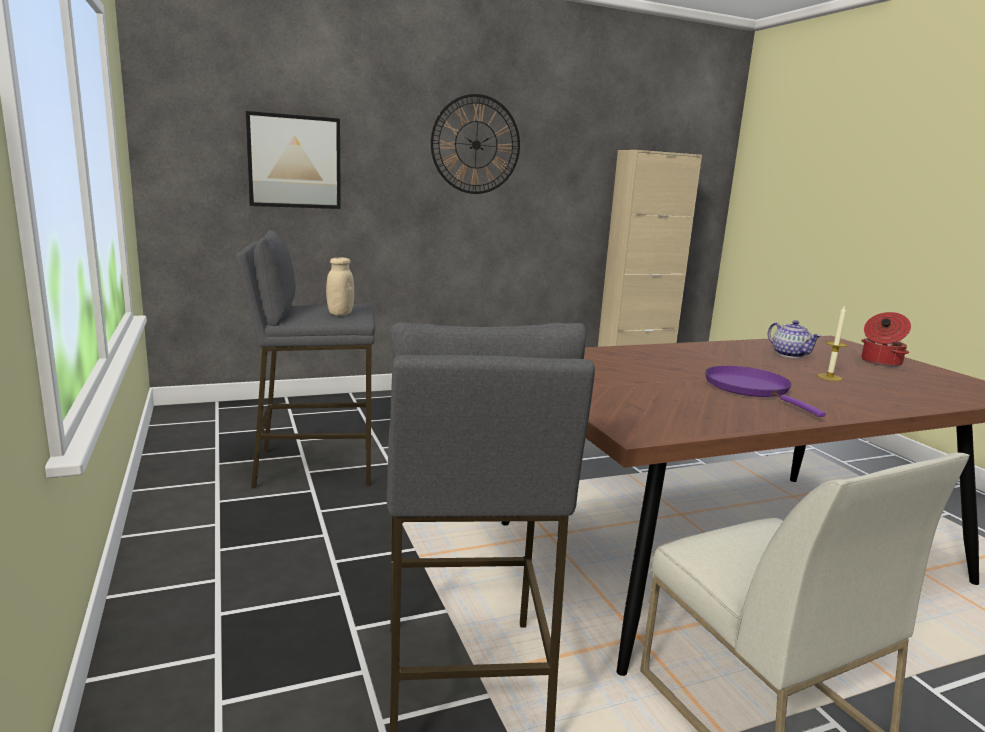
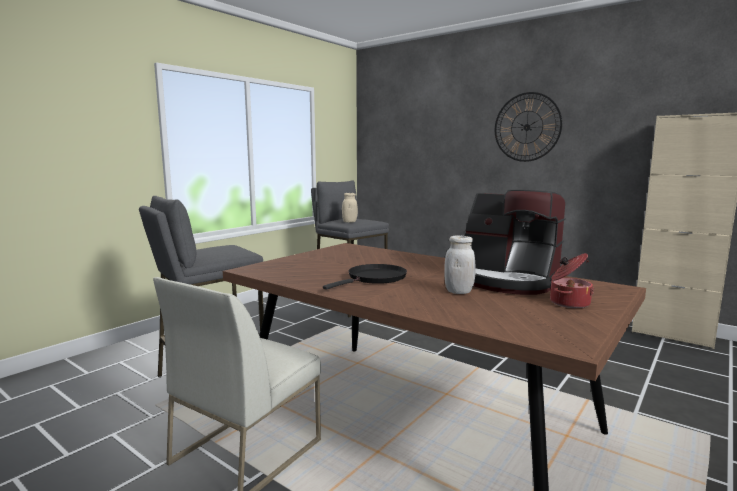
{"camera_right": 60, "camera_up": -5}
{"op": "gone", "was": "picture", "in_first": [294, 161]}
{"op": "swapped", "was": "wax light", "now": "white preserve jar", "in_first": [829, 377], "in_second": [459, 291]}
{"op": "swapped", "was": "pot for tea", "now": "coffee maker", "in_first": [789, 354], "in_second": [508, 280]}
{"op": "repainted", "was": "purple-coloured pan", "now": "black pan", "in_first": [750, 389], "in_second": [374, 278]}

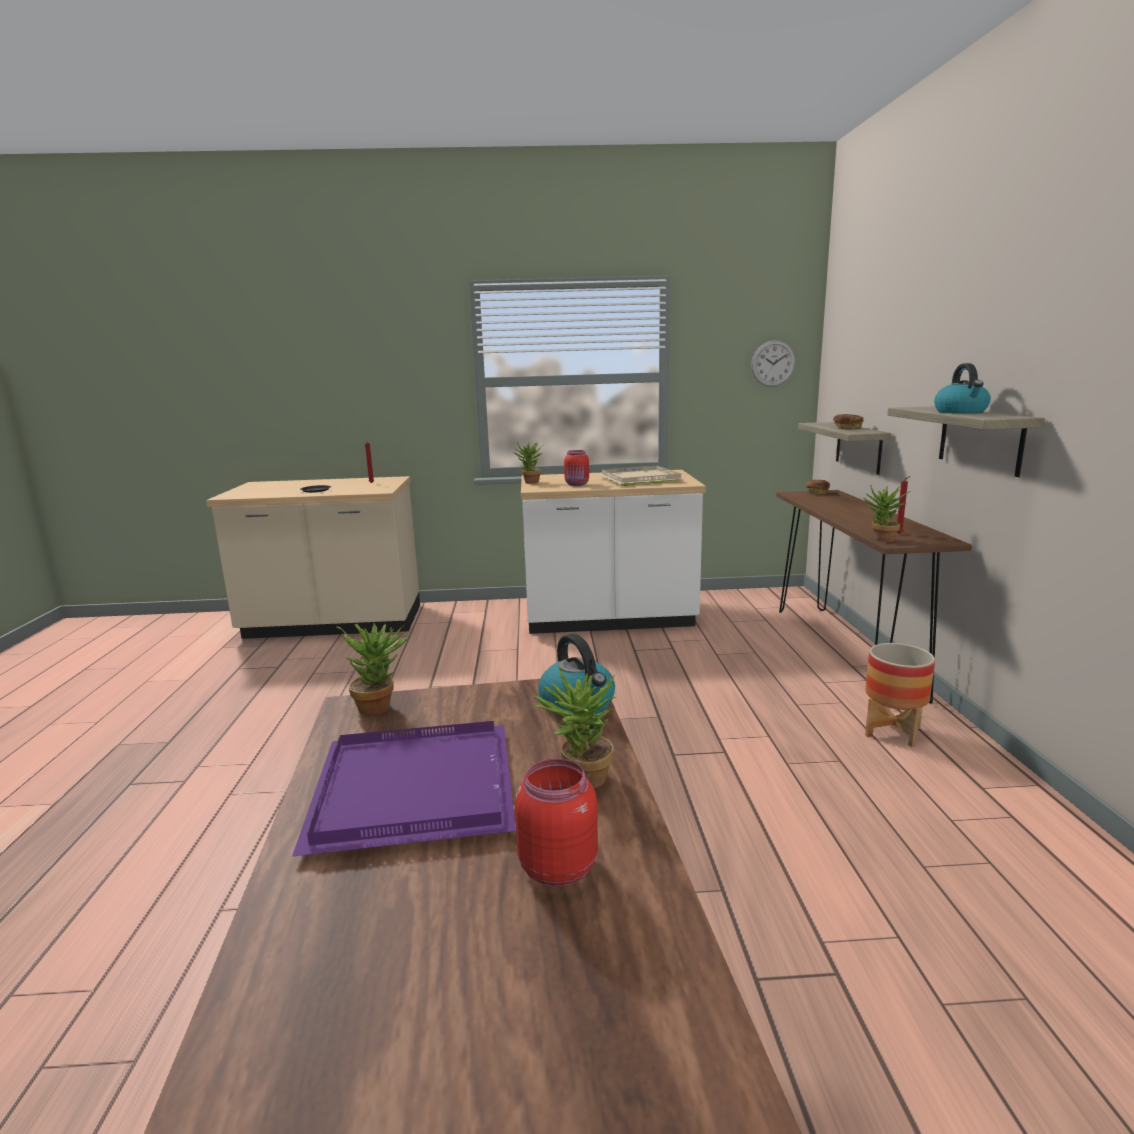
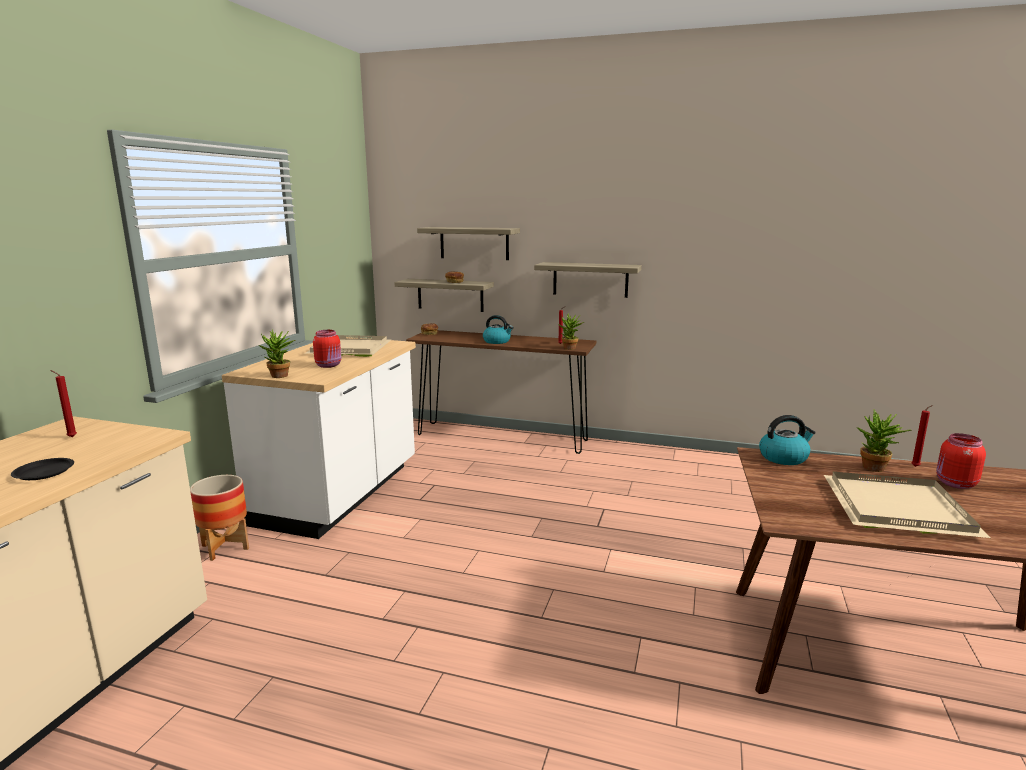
{"camera_right": -70, "camera_up": 0}
{"op": "gone", "was": "clock on the wall", "in_first": [773, 363]}
{"op": "shifted", "was": "tea kettle", "in_first": [961, 412], "in_second": [497, 341]}
{"op": "gone", "was": "plant in a pot", "in_first": [380, 706]}
{"op": "shifted", "was": "plant pot", "in_first": [893, 732], "in_second": [225, 547]}
{"op": "repainted", "was": "purple-coloured tray", "now": "beige tray", "in_first": [418, 791], "in_second": [899, 507]}
{"op": "new", "now": "shelf", "in_second": [474, 243]}
{"op": "new", "now": "reddish wax light", "in_second": [916, 466]}

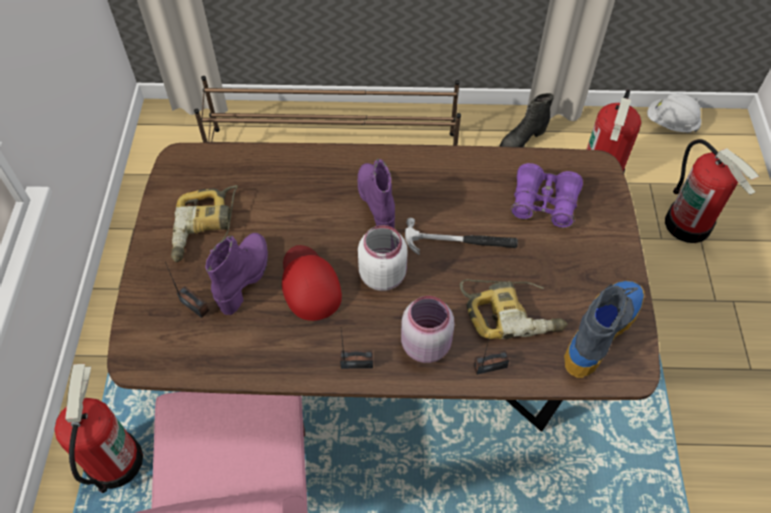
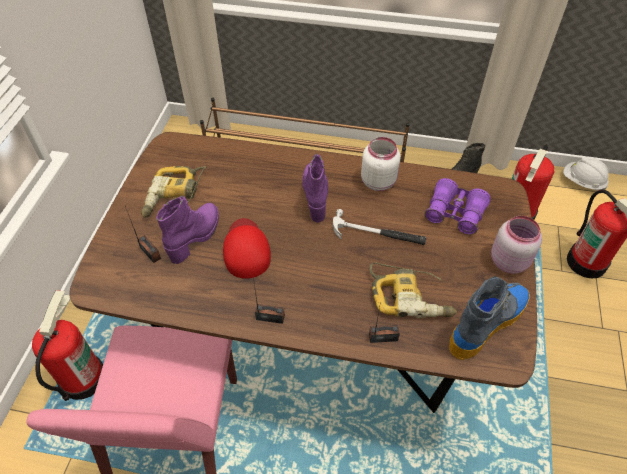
{"camera_right": 10, "camera_up": -5}
{"op": "shifted", "was": "white preserve jar", "in_first": [383, 274], "in_second": [378, 181]}
{"op": "shifted", "was": "pinkish preserve jar", "in_first": [425, 343], "in_second": [508, 260]}

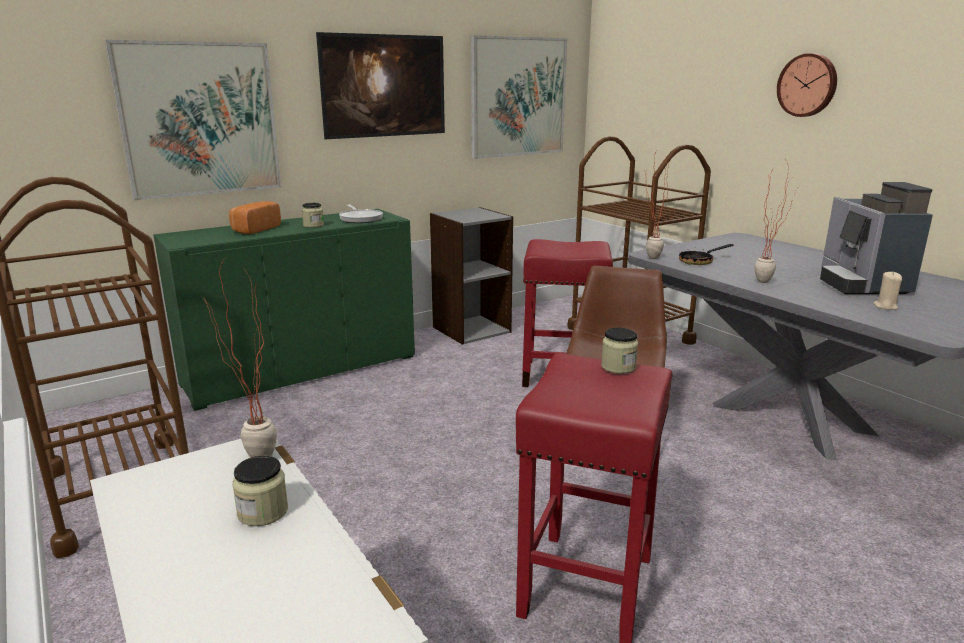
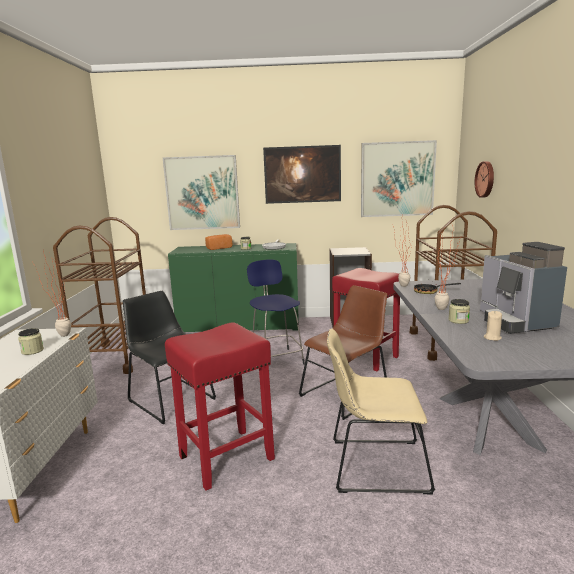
{"camera_right": 35, "camera_up": -5}
{"op": "shifted", "was": "clock on the wall", "in_first": [808, 85], "in_second": [486, 179]}
{"op": "rotated", "was": "coffee maker", "in_first": [860, 284], "in_second": [515, 322], "clockwise": -45}
{"op": "shifted", "was": "preserve jar", "in_first": [618, 367], "in_second": [458, 320]}
{"op": "new", "now": "bluish sitting stool", "in_second": [276, 359]}
{"op": "new", "now": "black upright chair", "in_second": [169, 398]}
{"op": "new", "now": "beige upright chair", "in_second": [373, 465]}

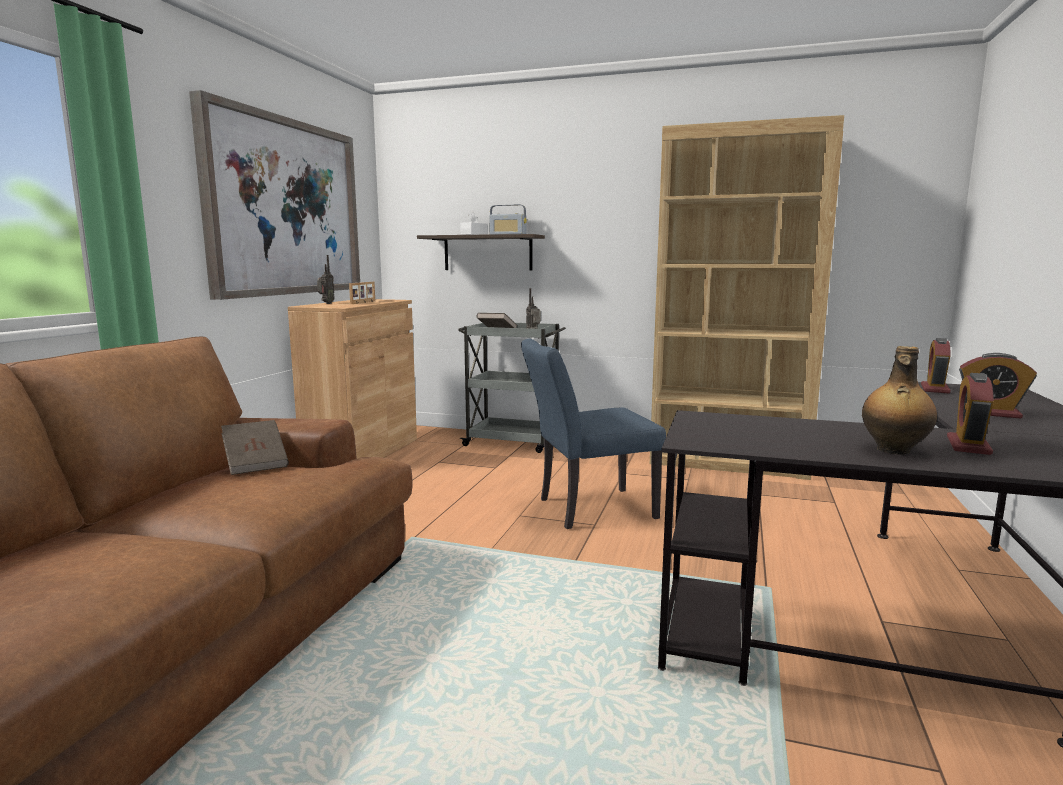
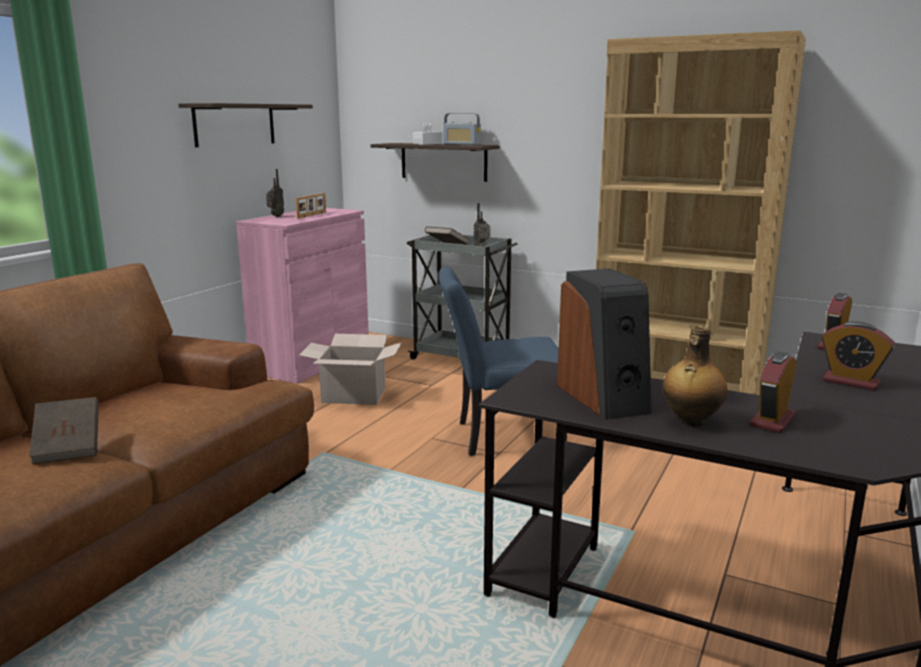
{"camera_right": 10, "camera_up": 5}
{"op": "swapped", "was": "picture", "now": "shelf", "in_first": [285, 208], "in_second": [235, 124]}
{"op": "repainted", "was": "brown-coloured cabinet", "now": "pinkish cabinet", "in_first": [362, 452], "in_second": [312, 360]}
{"op": "shifted", "was": "brown-coloured bound book", "in_first": [256, 463], "in_second": [69, 447]}
{"op": "new", "now": "speaker", "in_second": [603, 398]}
{"op": "new", "now": "carton", "in_second": [354, 395]}

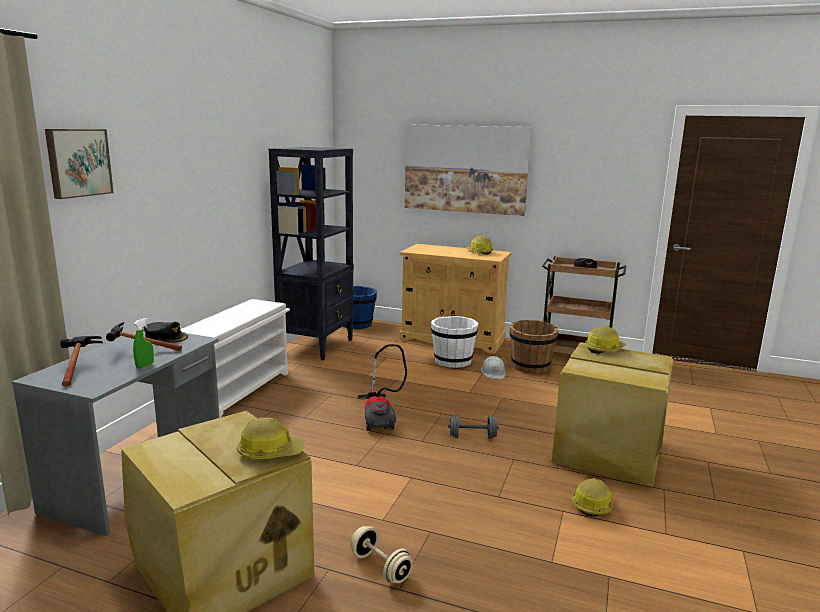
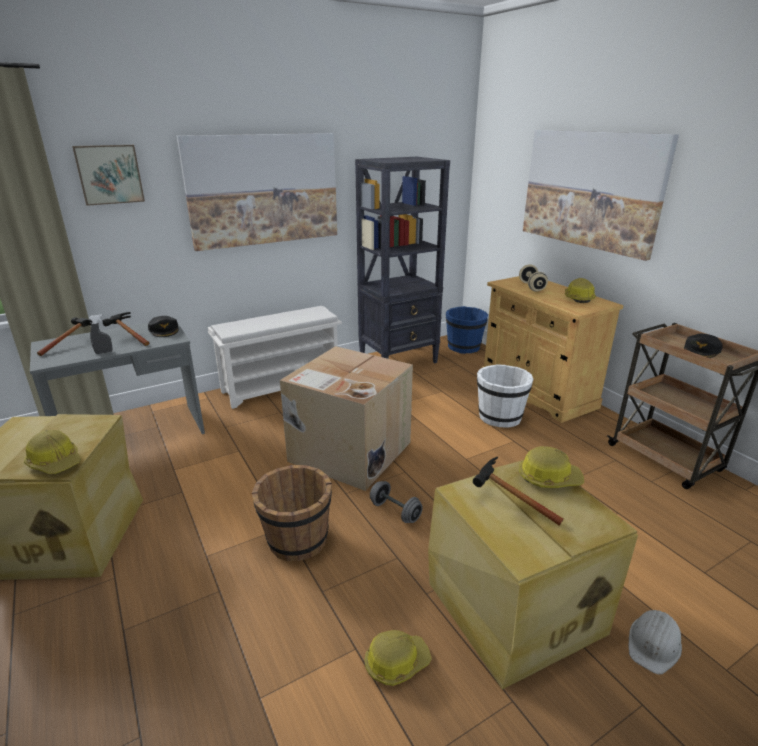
{"camera_right": 40, "camera_up": 10}
{"op": "repainted", "was": "greenish spray bottle", "now": "grey spray bottle", "in_first": [145, 365], "in_second": [104, 352]}
{"op": "shifted", "was": "brown-coloured bucket", "in_first": [530, 367], "in_second": [297, 540]}
{"op": "swapped", "was": "vacuum", "now": "carton", "in_first": [380, 416], "in_second": [348, 452]}
{"op": "shifted", "was": "white work helmet", "in_first": [493, 372], "in_second": [654, 644]}
{"op": "shifted", "was": "beige hand weight", "in_first": [380, 567], "in_second": [531, 287]}
{"op": "new", "now": "picture", "in_second": [264, 190]}
{"op": "new", "now": "hammer", "in_second": [506, 501]}

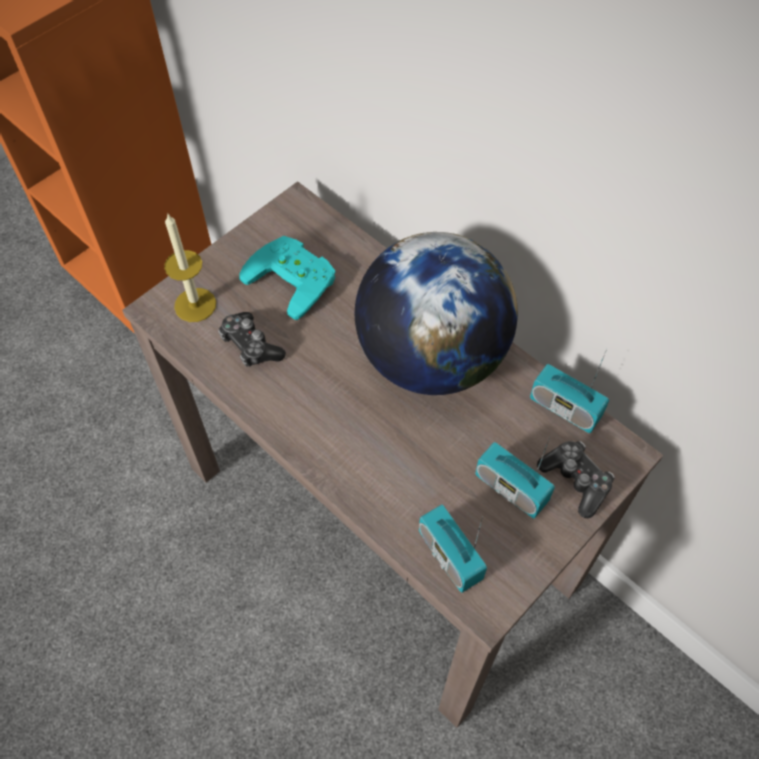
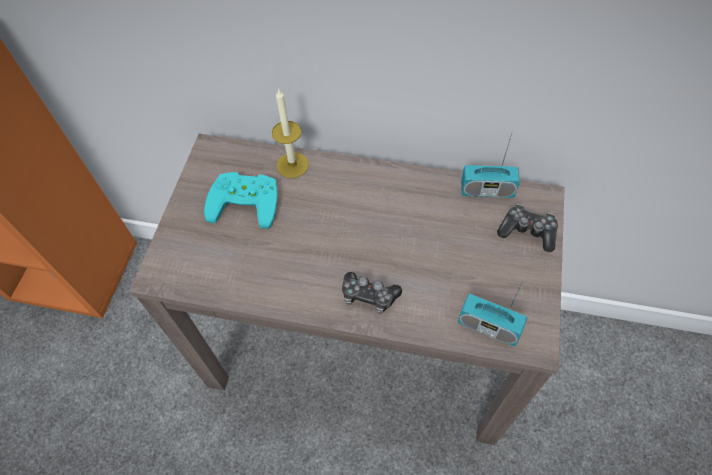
{"camera_right": -30, "camera_up": 0}
{"op": "shifted", "was": "wax light", "in_first": [195, 305], "in_second": [292, 165]}
{"op": "gone", "was": "desk globe", "in_first": [431, 357]}
{"op": "shifted", "was": "joypad", "in_first": [250, 346], "in_second": [369, 296]}
{"op": "gone", "was": "radio set", "in_first": [511, 489]}

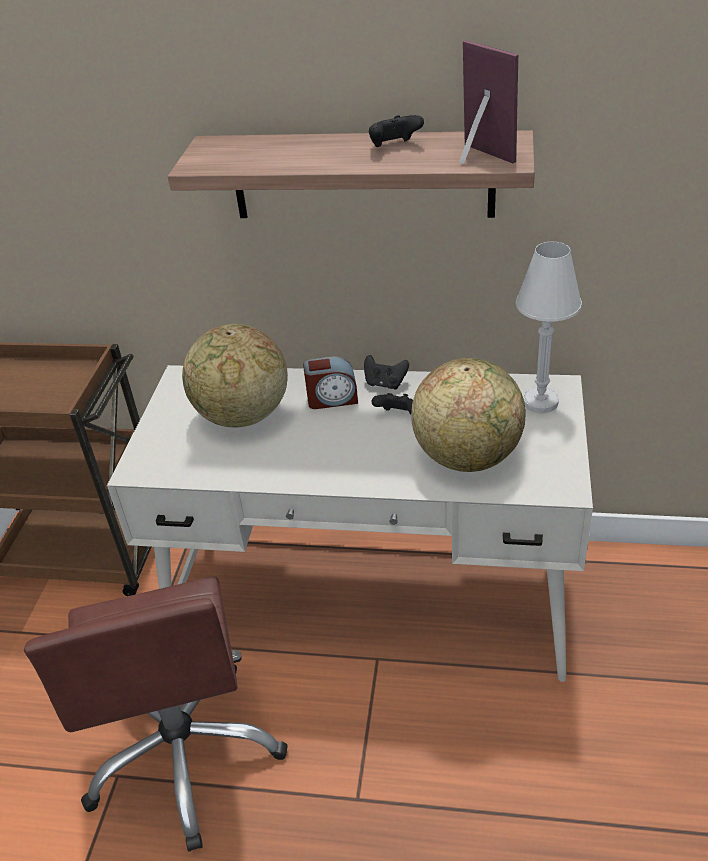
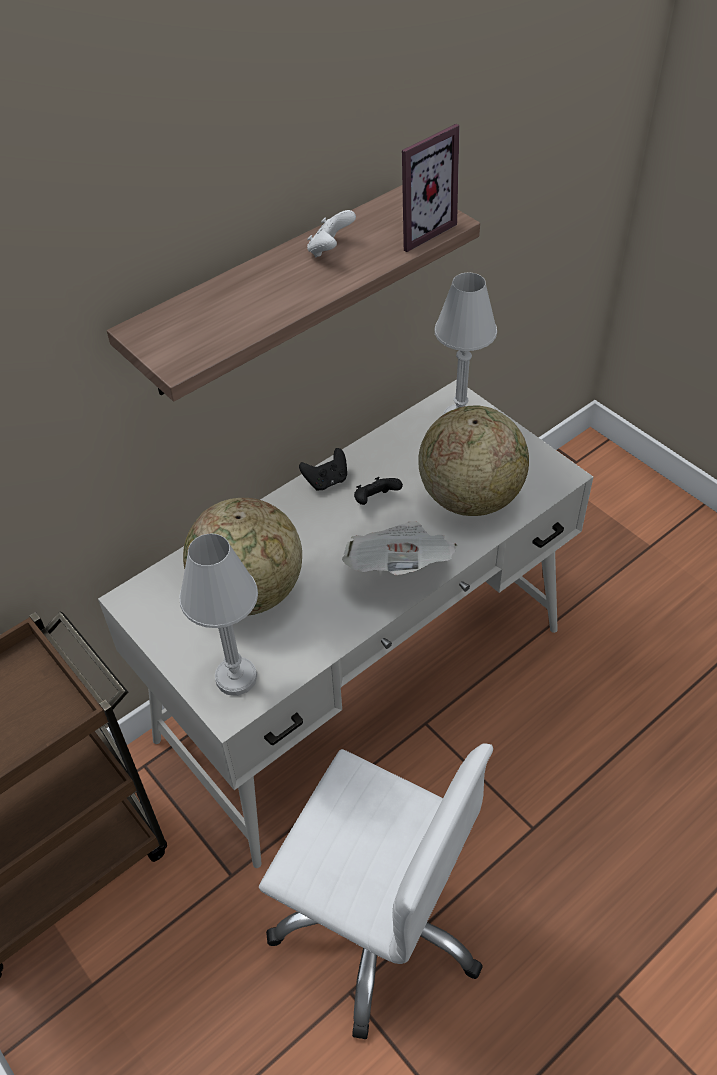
{"camera_right": -50, "camera_up": 10}
{"op": "rotated", "was": "standing frame", "in_first": [477, 158], "in_second": [418, 230], "clockwise": 135}
{"op": "repainted", "was": "black joypad", "now": "white joypad", "in_first": [394, 147], "in_second": [330, 250]}
{"op": "gone", "was": "bedside clock", "in_first": [332, 399]}
{"op": "repainted", "was": "brown-coloured computer chair", "now": "white computer chair", "in_first": [185, 752], "in_second": [379, 921]}
{"op": "new", "now": "daily paper", "in_second": [399, 567]}
{"op": "new", "now": "white lamp for a table", "in_second": [236, 677]}

